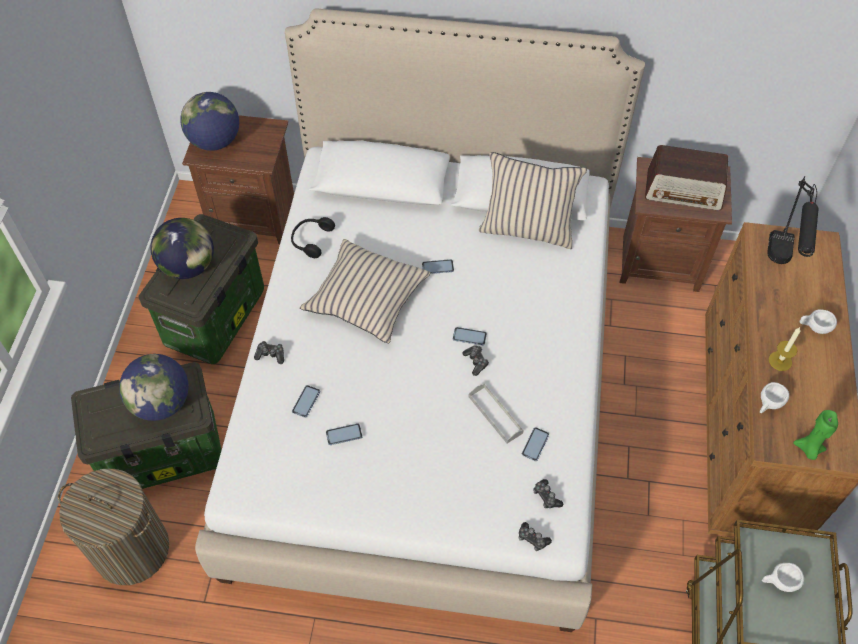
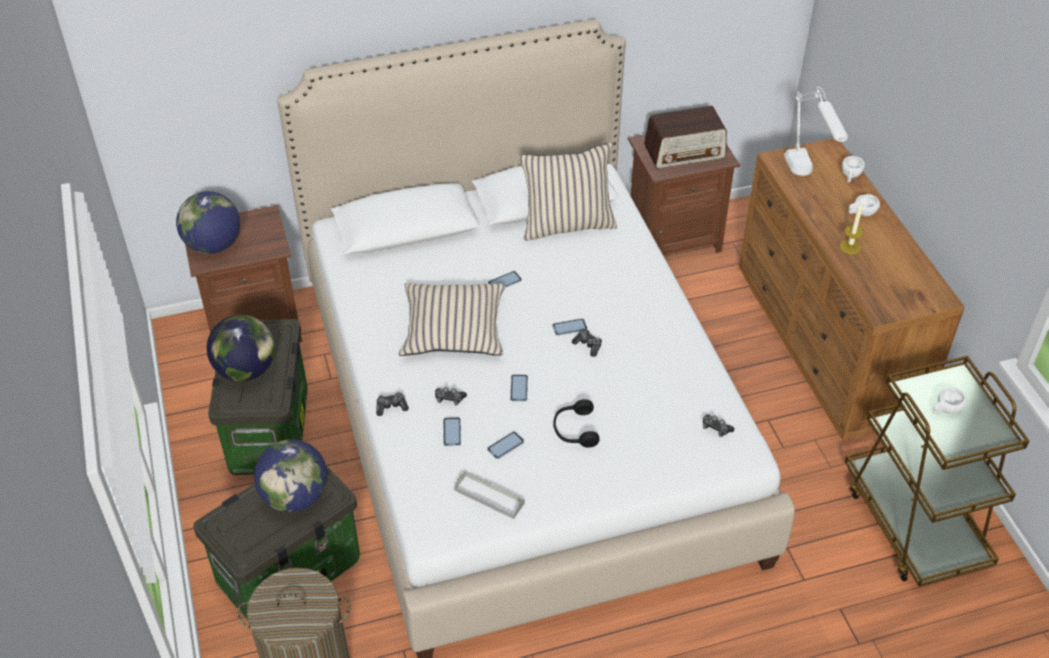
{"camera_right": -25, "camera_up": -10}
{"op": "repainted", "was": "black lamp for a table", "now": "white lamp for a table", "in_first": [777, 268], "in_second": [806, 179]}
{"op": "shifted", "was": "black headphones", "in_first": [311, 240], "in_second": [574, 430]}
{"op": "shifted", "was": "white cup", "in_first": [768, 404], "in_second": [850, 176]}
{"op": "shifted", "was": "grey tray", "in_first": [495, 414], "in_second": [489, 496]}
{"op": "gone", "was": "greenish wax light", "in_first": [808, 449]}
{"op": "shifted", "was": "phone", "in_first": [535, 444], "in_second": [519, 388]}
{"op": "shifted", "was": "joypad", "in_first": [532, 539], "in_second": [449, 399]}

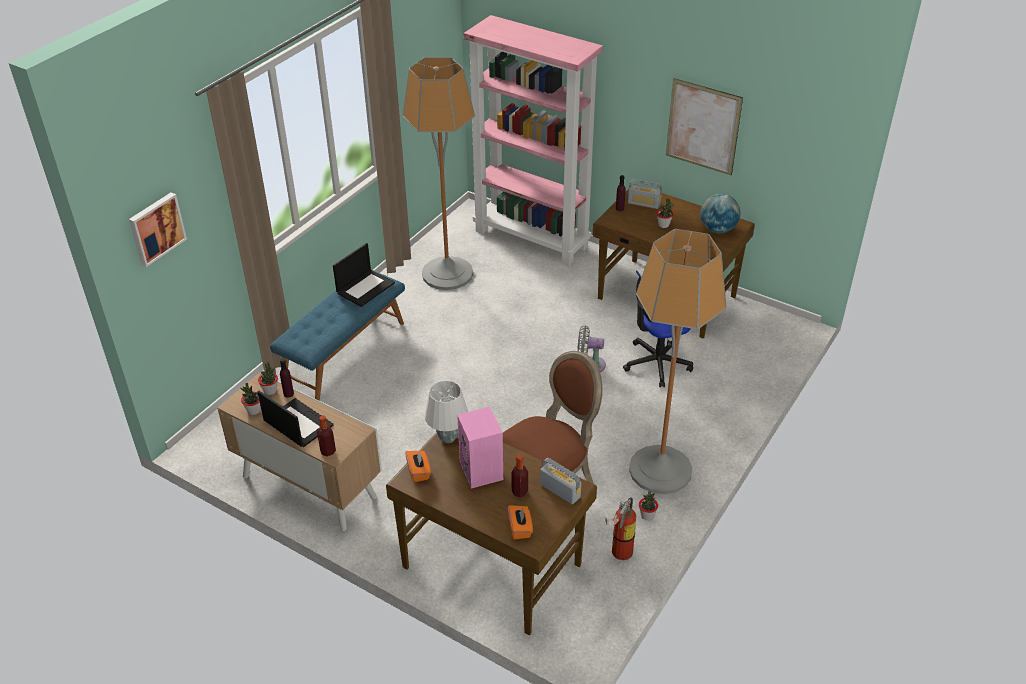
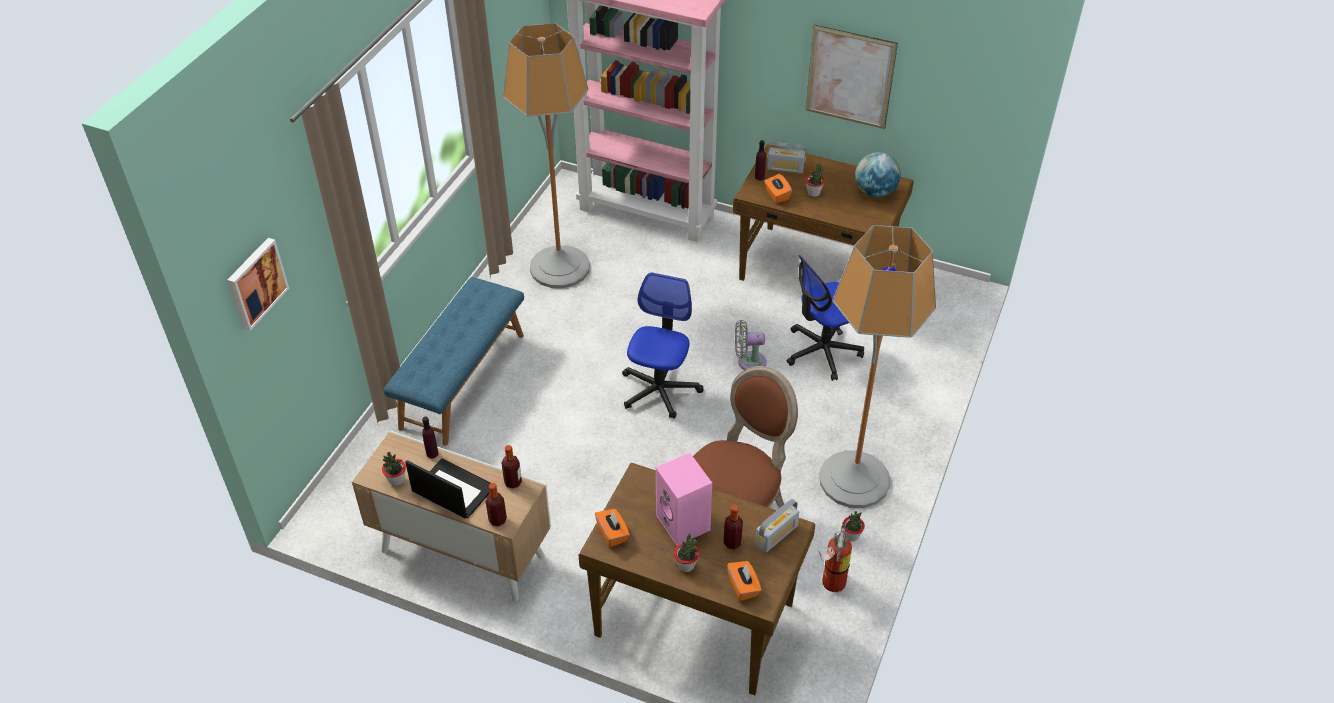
{"camera_right": -10, "camera_up": 5}
{"op": "gone", "was": "laptop", "in_first": [365, 287]}
{"op": "shifted", "was": "plant in a pot", "in_first": [270, 391], "in_second": [686, 565]}
{"op": "gone", "was": "white lamp for a table", "in_first": [447, 438]}
{"op": "rotated", "was": "radio set", "in_first": [560, 490], "in_second": [776, 535], "clockwise": 105}
{"op": "new", "now": "orange tissue holder", "in_second": [777, 195]}
{"op": "new", "now": "computer chair", "in_second": [659, 390]}
{"op": "new", "now": "drink bottle", "in_second": [513, 482]}

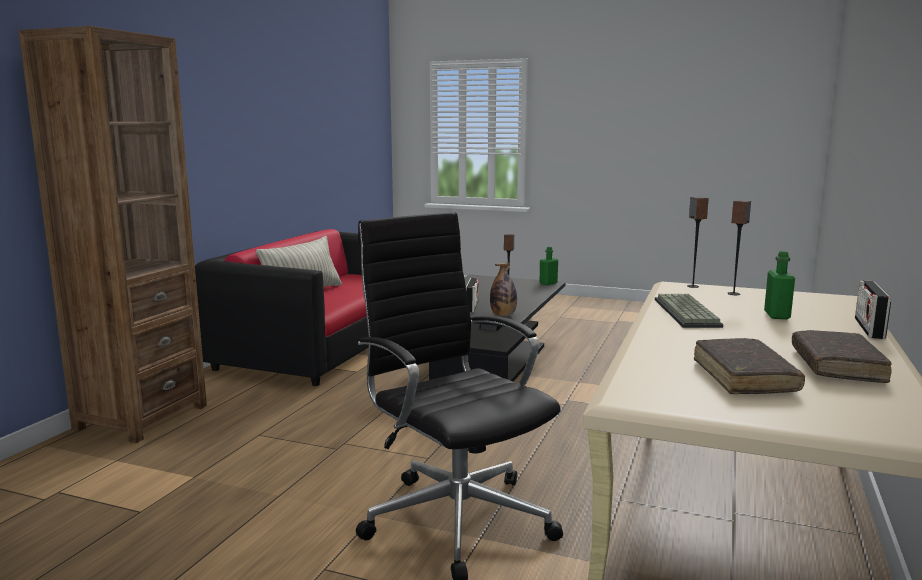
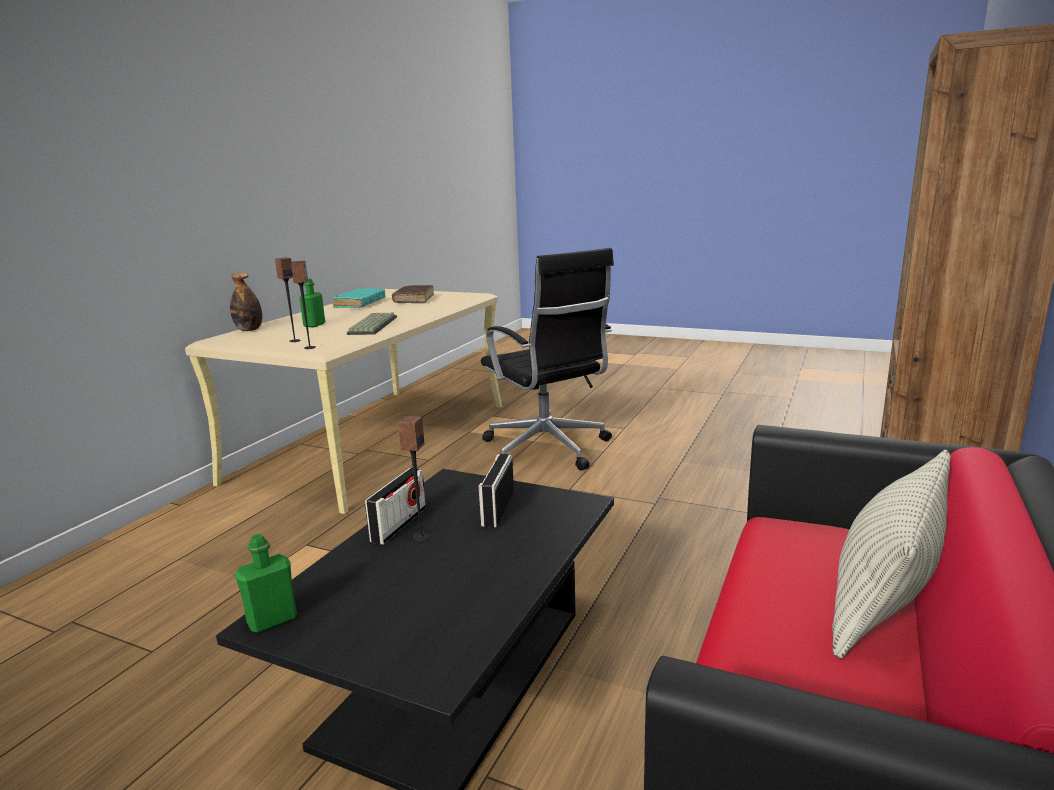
{"camera_right": -175, "camera_up": 5}
{"op": "shifted", "was": "drink bottle", "in_first": [503, 315], "in_second": [249, 330]}
{"op": "shifted", "was": "radio set", "in_first": [869, 328], "in_second": [399, 524]}
{"op": "repainted", "was": "brown-coloured bound book", "now": "turquoise-coloured bound book", "in_first": [836, 366], "in_second": [360, 304]}

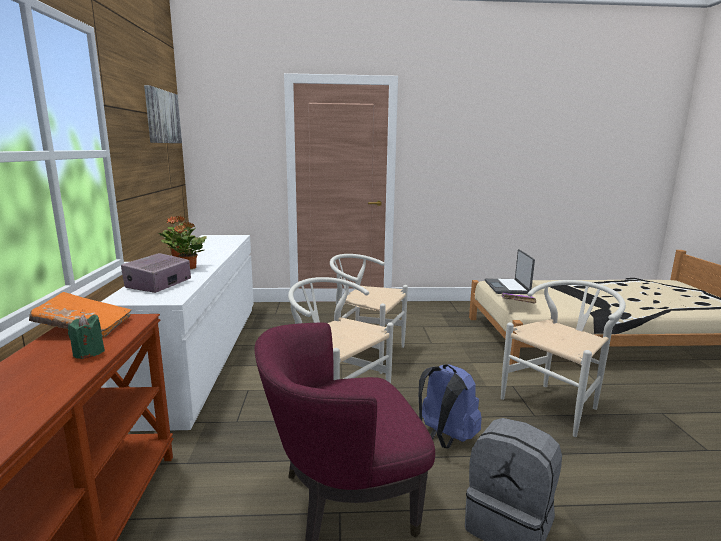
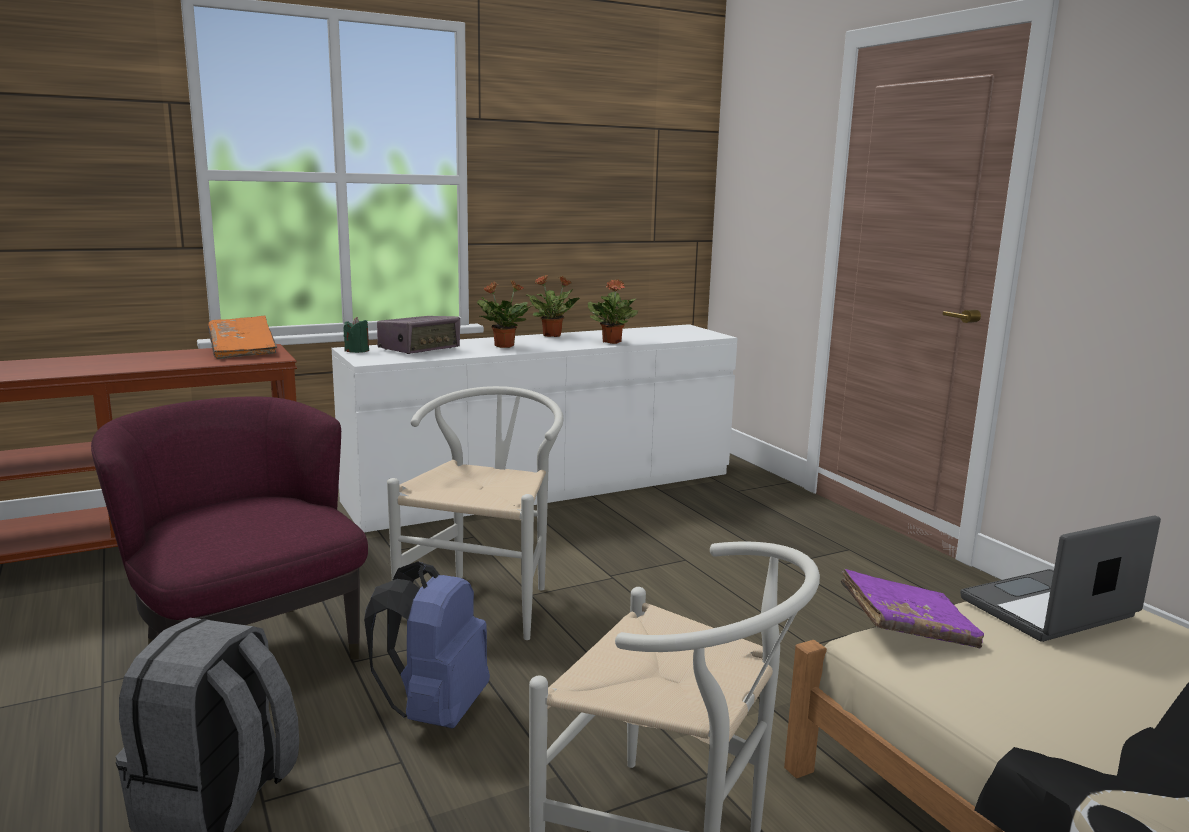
{"camera_right": 65, "camera_up": 0}
{"op": "gone", "was": "picture", "in_first": [162, 117]}
{"op": "rotated", "was": "radio set", "in_first": [158, 284], "in_second": [420, 349], "clockwise": 135}
{"op": "gone", "was": "white upright chair", "in_first": [365, 353]}
{"op": "shifted", "was": "greenish wax light", "in_first": [88, 353], "in_second": [357, 351]}
{"op": "new", "now": "plant in a pot", "in_second": [612, 342]}

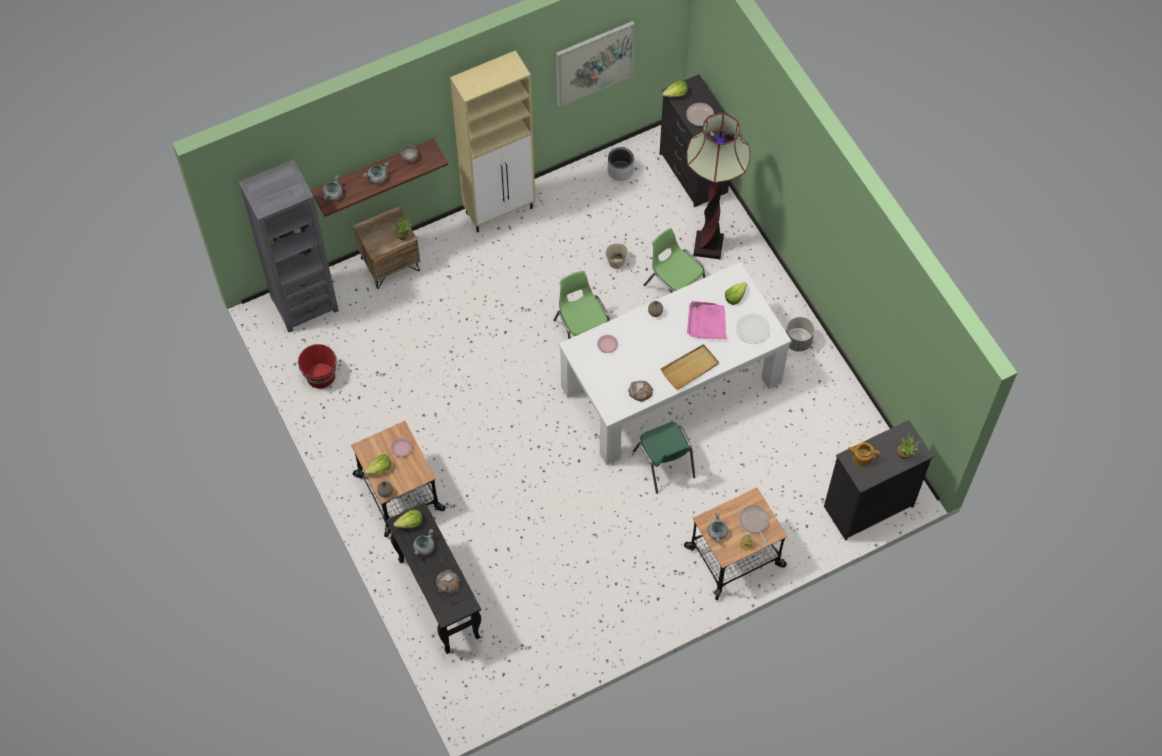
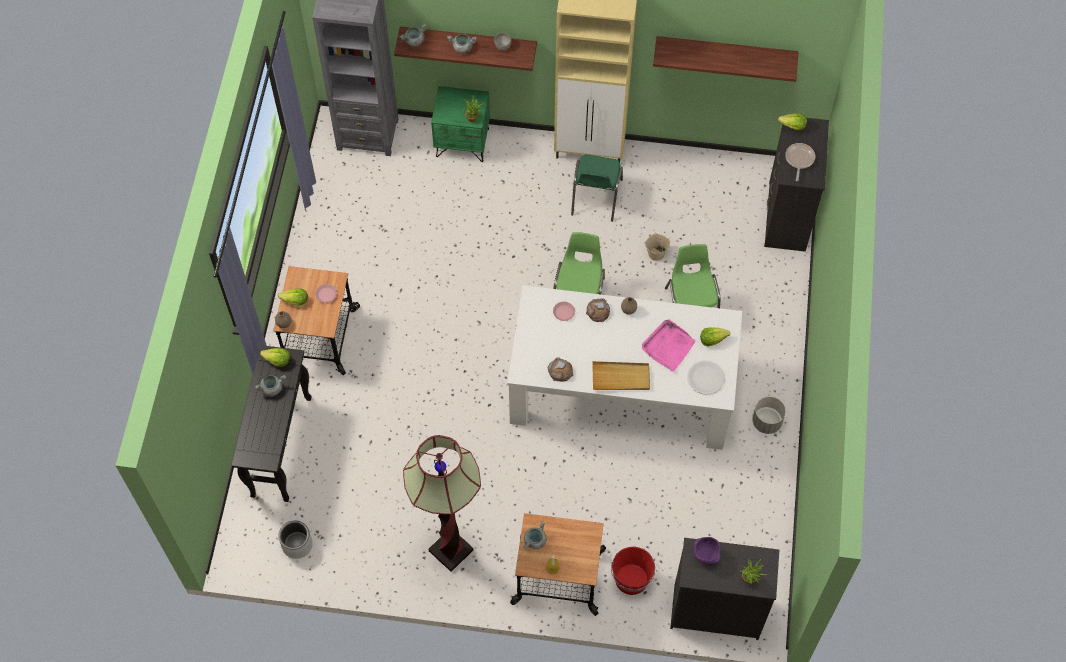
{"camera_right": 35, "camera_up": 0}
{"op": "swapped", "was": "picture", "now": "shelf", "in_first": [594, 63], "in_second": [725, 52]}
{"op": "shifted", "was": "standard lamp", "in_first": [708, 246], "in_second": [451, 550]}
{"op": "shifted", "was": "grey plant pot", "in_first": [620, 170], "in_second": [297, 544]}
{"op": "repainted", "was": "brown-coloured nightstand", "now": "greenish nightstand", "in_first": [390, 264], "in_second": [462, 142]}
{"op": "shifted", "was": "reddish bucket", "in_first": [321, 376], "in_second": [631, 580]}
{"op": "shifted", "was": "greenish upright chair", "in_first": [664, 465], "in_second": [595, 198]}
{"op": "swapped", "was": "pot for tea", "now": "purple-coloured serving bowl", "in_first": [862, 457], "in_second": [706, 555]}
{"op": "gone", "was": "pan", "in_first": [754, 522]}
{"op": "shifted", "was": "bakery bread", "in_first": [448, 583], "in_second": [598, 311]}

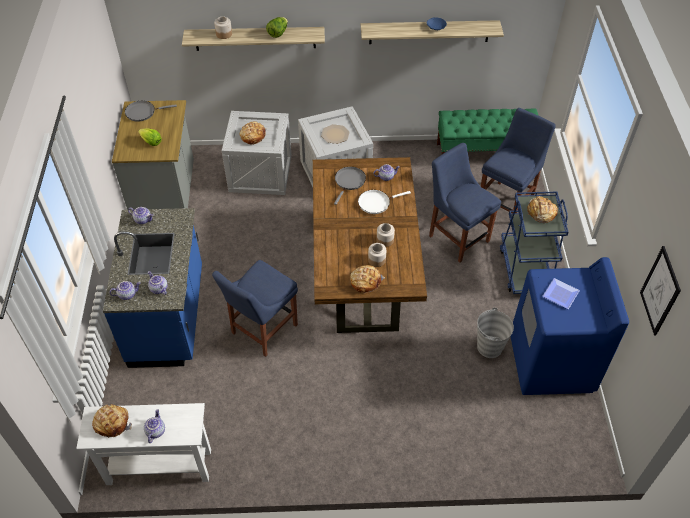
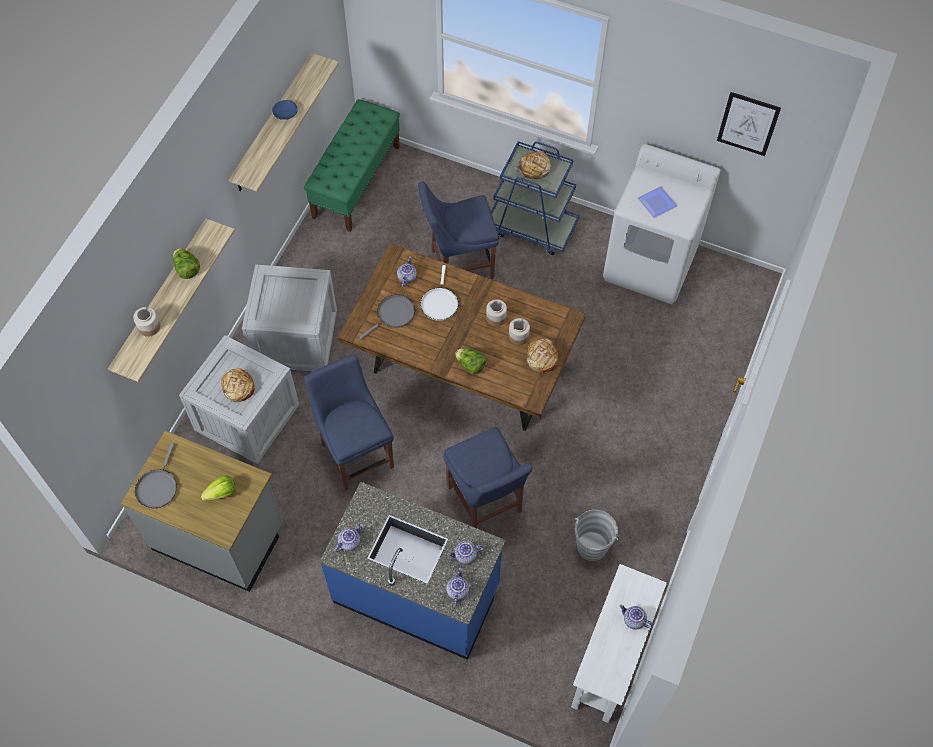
{"camera_right": -65, "camera_up": 10}
{"op": "shifted", "was": "bluish upright chair", "in_first": [507, 201], "in_second": [356, 452]}
{"op": "gone", "was": "flat dish", "in_first": [335, 134]}
{"op": "rotated", "was": "grey pan", "in_first": [349, 182], "in_second": [394, 315], "clockwise": 90}
{"op": "repainted", "was": "bluish laundry appliance", "now": "white laundry appliance", "in_first": [551, 364], "in_second": [650, 264]}
{"op": "shifted", "was": "grey bucket", "in_first": [489, 347], "in_second": [591, 547]}
{"op": "gone", "was": "bakery bread", "in_first": [112, 423]}
{"op": "new", "now": "head of lettuce", "in_second": [470, 365]}

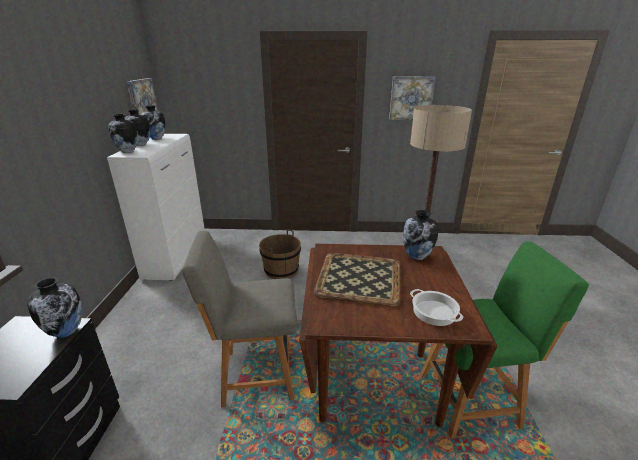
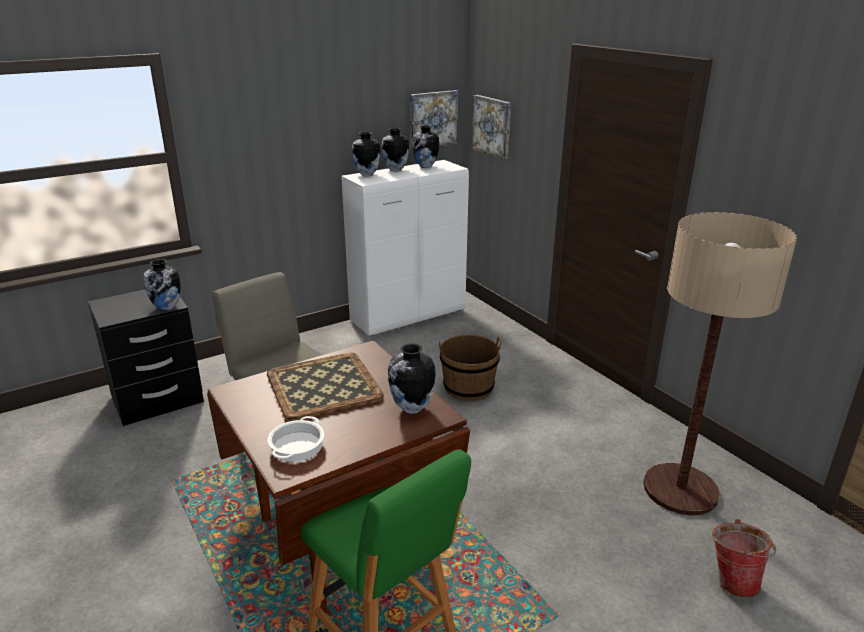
{"camera_right": 55, "camera_up": 0}
{"op": "shifted", "was": "picture", "in_first": [411, 98], "in_second": [492, 126]}
{"op": "new", "now": "bucket", "in_second": [733, 580]}

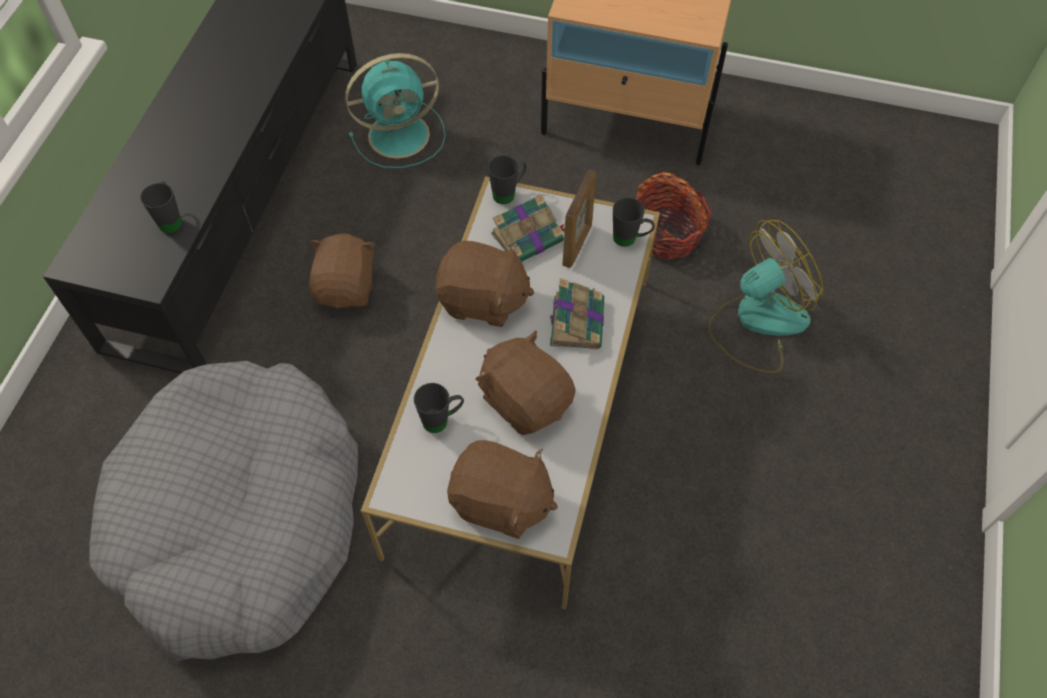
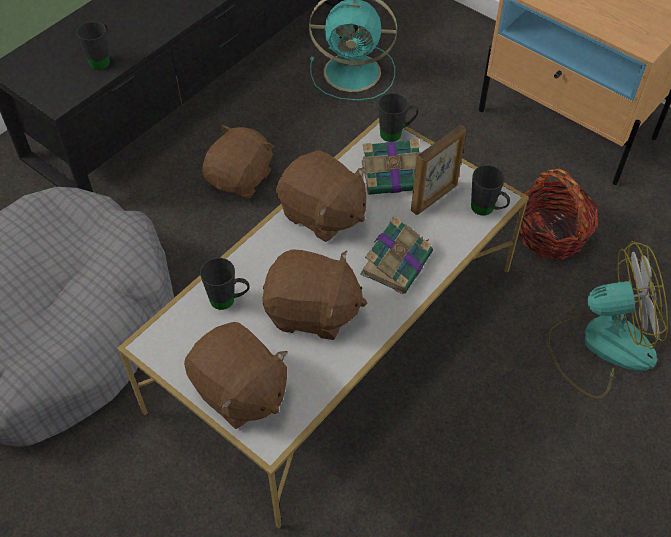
{"camera_right": 25, "camera_up": -5}
{"op": "rotated", "was": "brown-coloured soft toy", "in_first": [525, 399], "in_second": [312, 312], "clockwise": 120}

